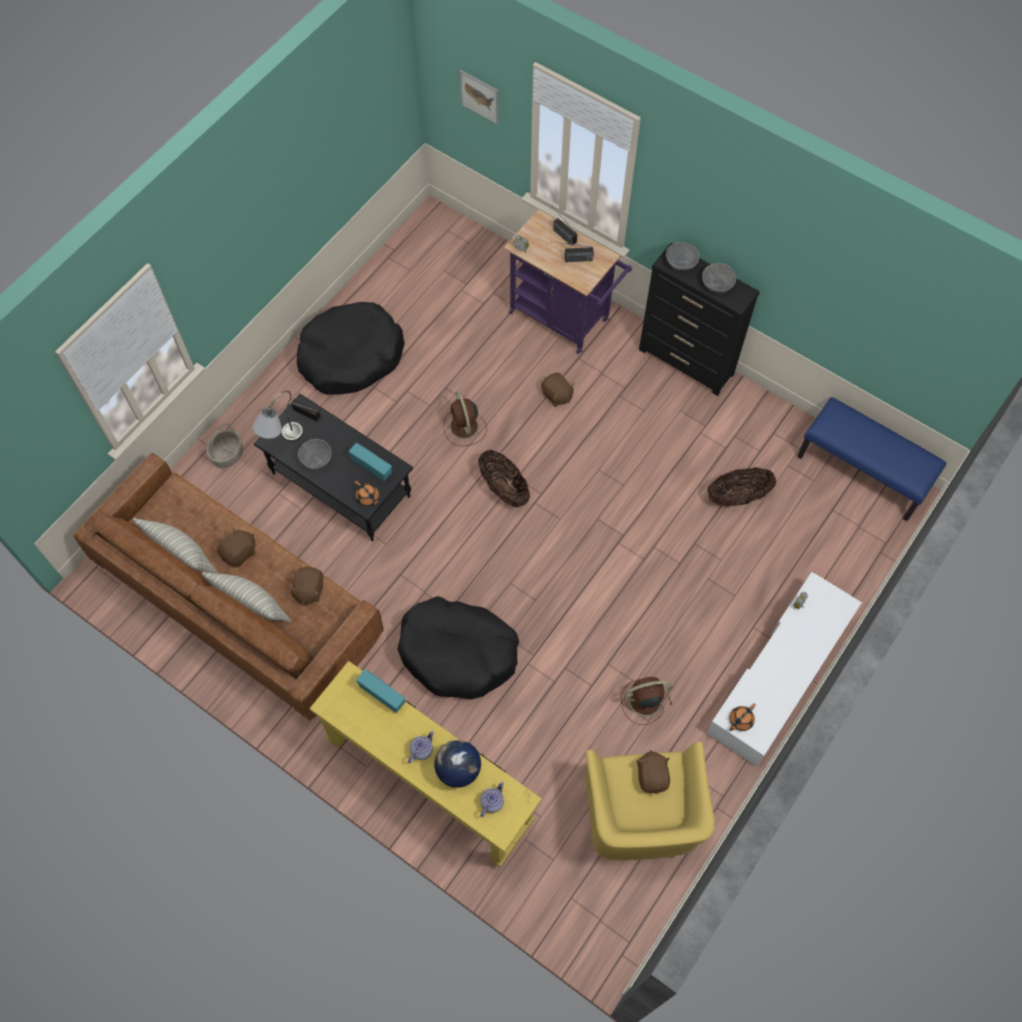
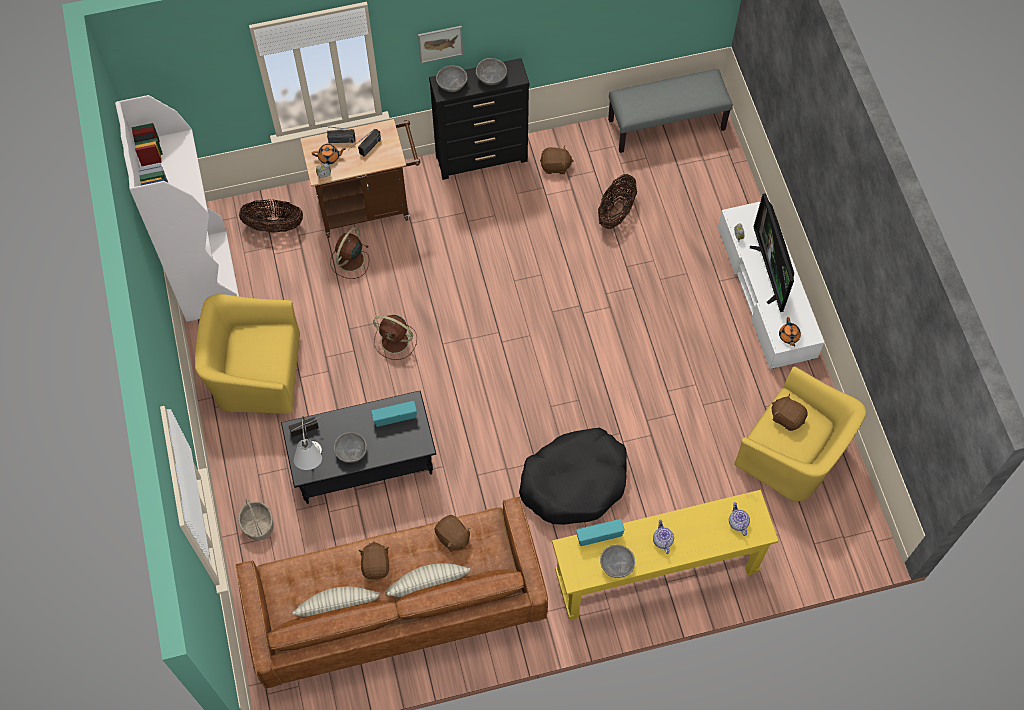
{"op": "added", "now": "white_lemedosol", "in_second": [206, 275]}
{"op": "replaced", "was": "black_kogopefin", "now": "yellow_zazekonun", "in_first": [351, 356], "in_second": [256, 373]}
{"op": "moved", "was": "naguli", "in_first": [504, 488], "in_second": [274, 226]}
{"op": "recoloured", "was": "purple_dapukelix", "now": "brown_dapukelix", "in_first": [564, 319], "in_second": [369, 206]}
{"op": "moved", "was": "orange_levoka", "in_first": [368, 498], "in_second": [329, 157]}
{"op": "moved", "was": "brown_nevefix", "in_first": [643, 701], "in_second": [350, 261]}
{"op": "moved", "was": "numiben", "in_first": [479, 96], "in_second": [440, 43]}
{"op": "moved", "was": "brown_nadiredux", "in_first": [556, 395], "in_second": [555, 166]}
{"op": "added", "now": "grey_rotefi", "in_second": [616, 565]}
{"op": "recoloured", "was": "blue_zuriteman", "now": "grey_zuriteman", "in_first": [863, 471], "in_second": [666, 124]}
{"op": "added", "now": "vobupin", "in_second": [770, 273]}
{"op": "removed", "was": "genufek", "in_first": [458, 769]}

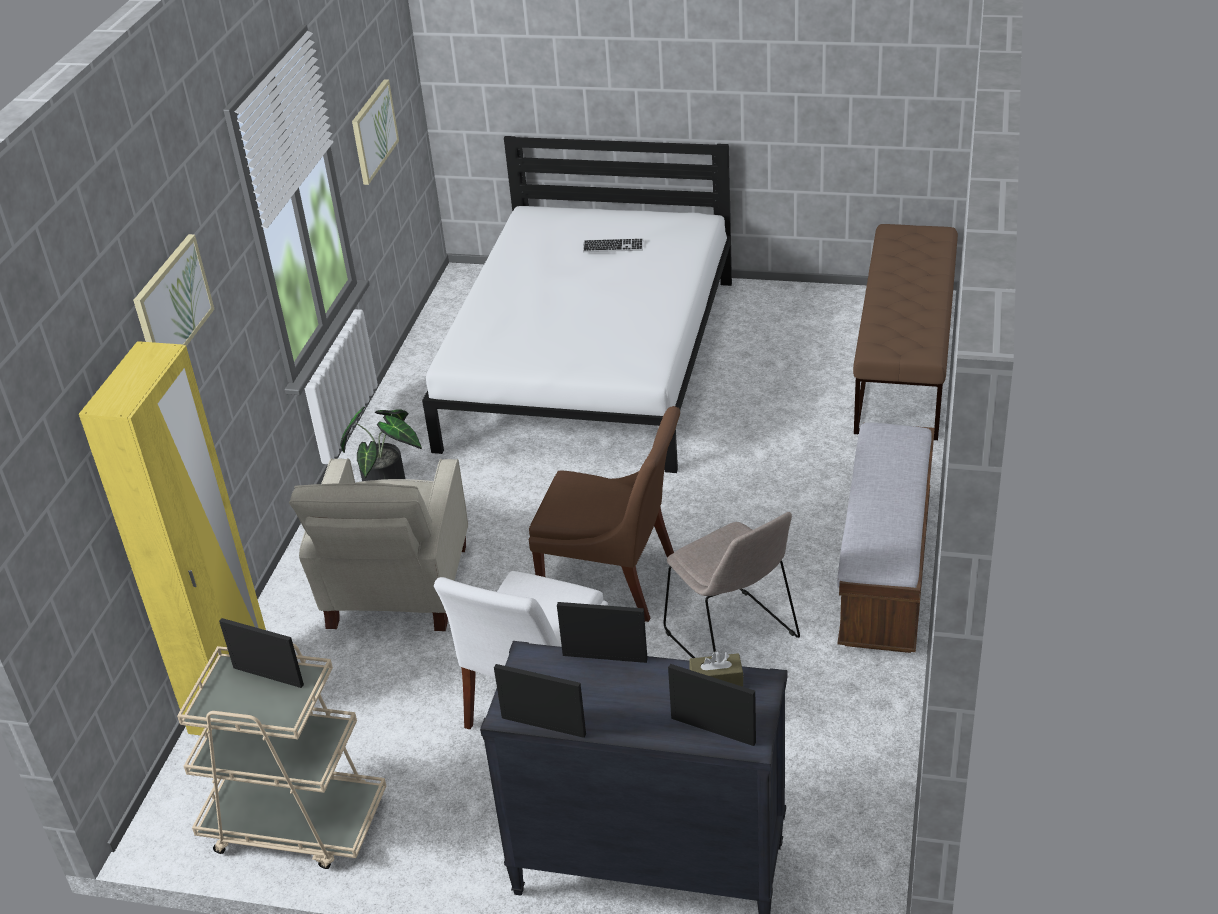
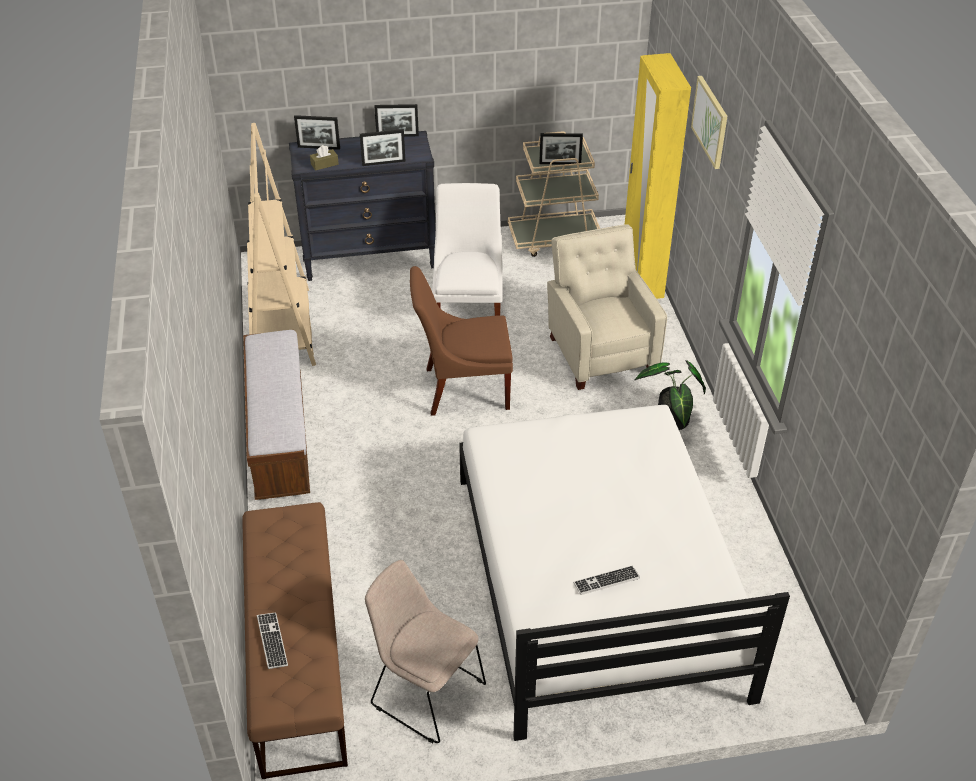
{"op": "added", "now": "beige_lemedosol", "in_second": [281, 330]}
{"op": "added", "now": "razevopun", "in_second": [272, 641]}
{"op": "moved", "was": "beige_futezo", "in_first": [733, 637], "in_second": [425, 691]}
{"op": "removed", "was": "numiben", "in_first": [373, 131]}

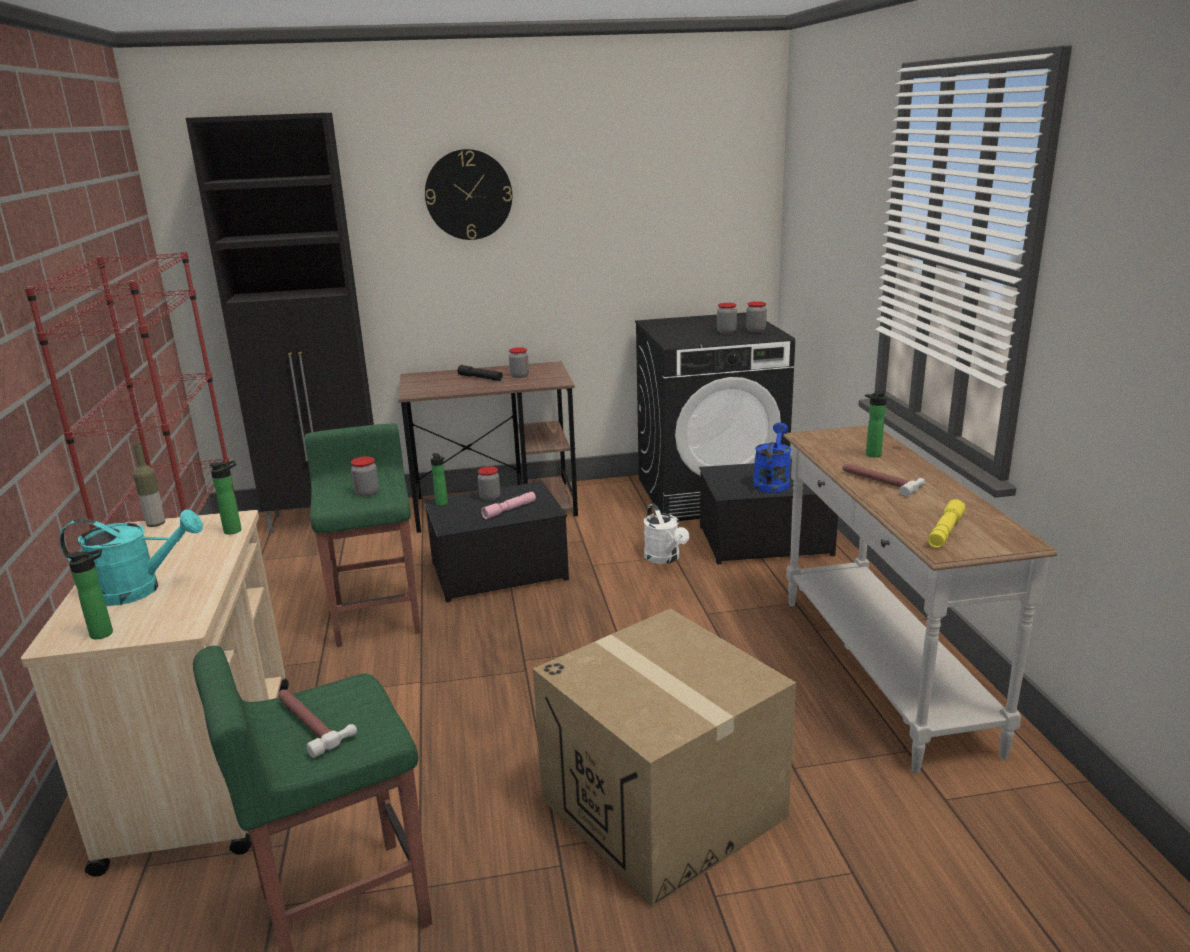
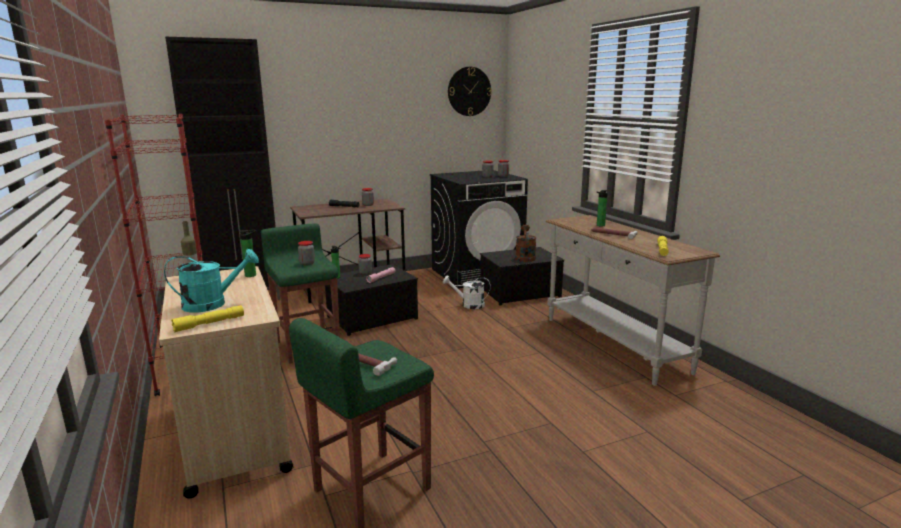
{"op": "replaced", "was": "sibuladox", "now": "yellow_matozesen", "in_first": [105, 633], "in_second": [209, 324]}
{"op": "turned", "was": "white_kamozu", "in_first": [665, 558], "in_second": [468, 305], "clockwise": 135}
{"op": "moved", "was": "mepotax", "in_first": [468, 195], "in_second": [469, 91]}
{"op": "recoloured", "was": "blue_kamozu", "now": "brown_kamozu", "in_first": [772, 482], "in_second": [524, 257]}
{"op": "removed", "was": "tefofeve", "in_first": [663, 807]}

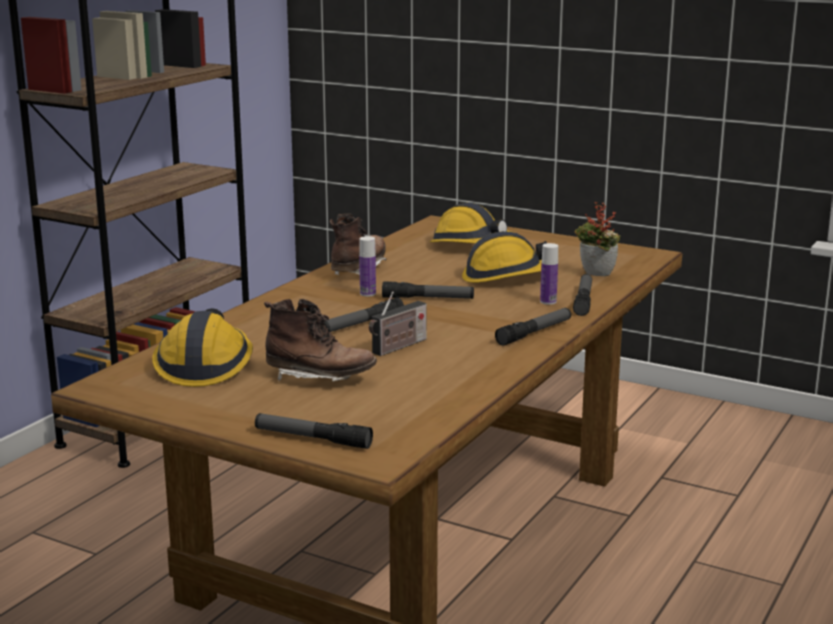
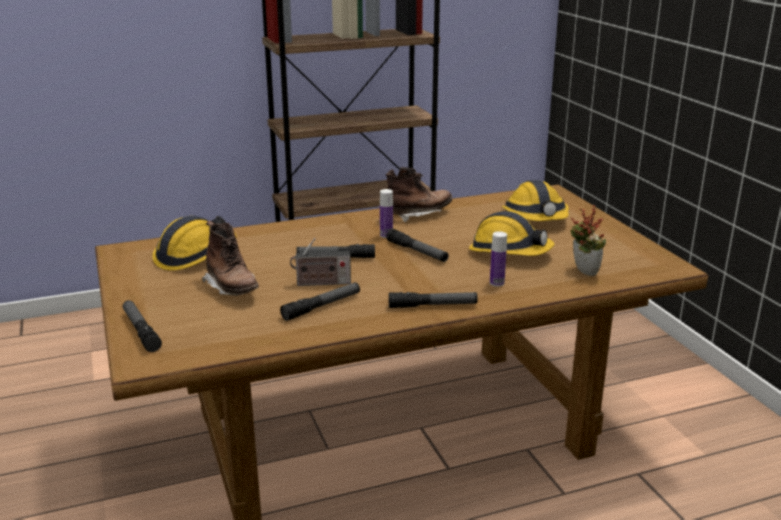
{"op": "moved", "was": "matozesen", "in_first": [583, 300], "in_second": [322, 306]}

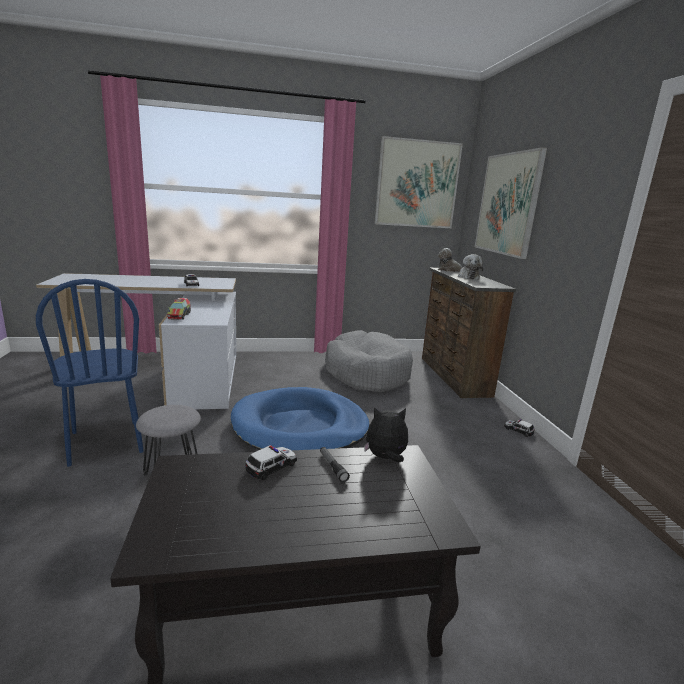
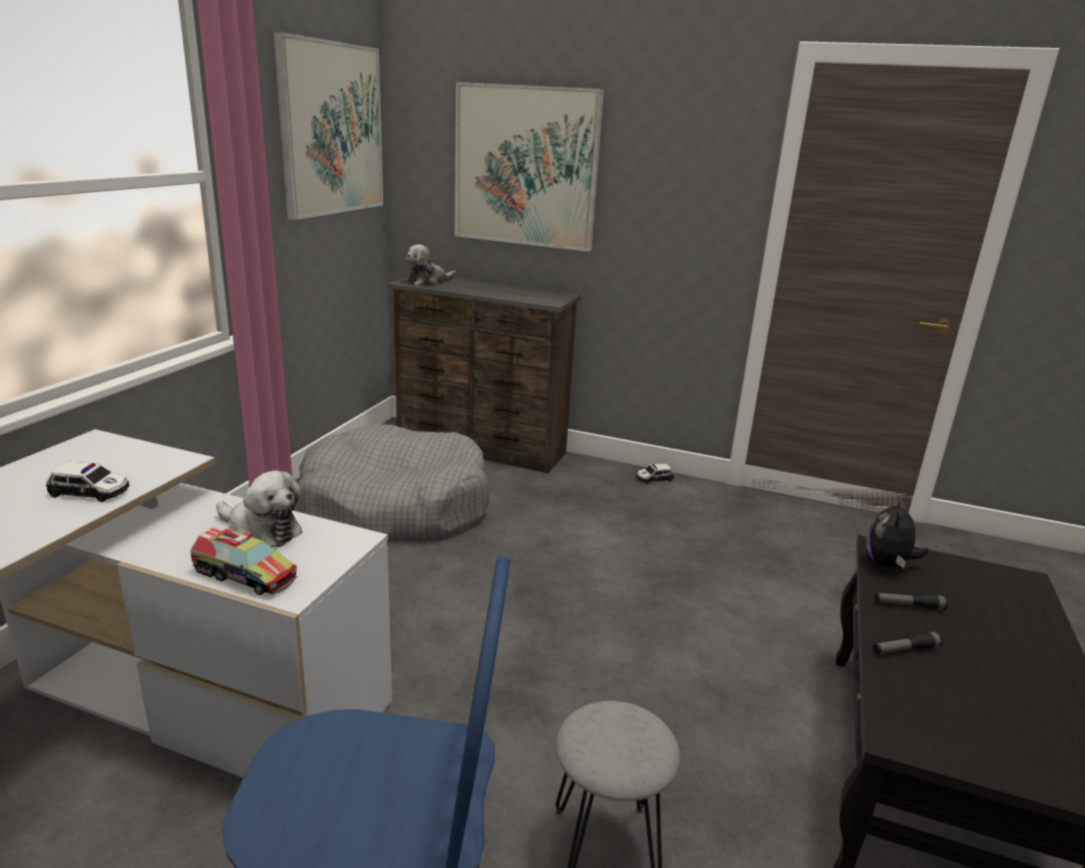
{"op": "moved", "was": "nadiredux", "in_first": [468, 277], "in_second": [261, 531]}
{"op": "replaced", "was": "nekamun", "now": "matozesen", "in_first": [272, 466], "in_second": [905, 650]}
{"op": "removed", "was": "blue_kogopefin", "in_first": [300, 426]}

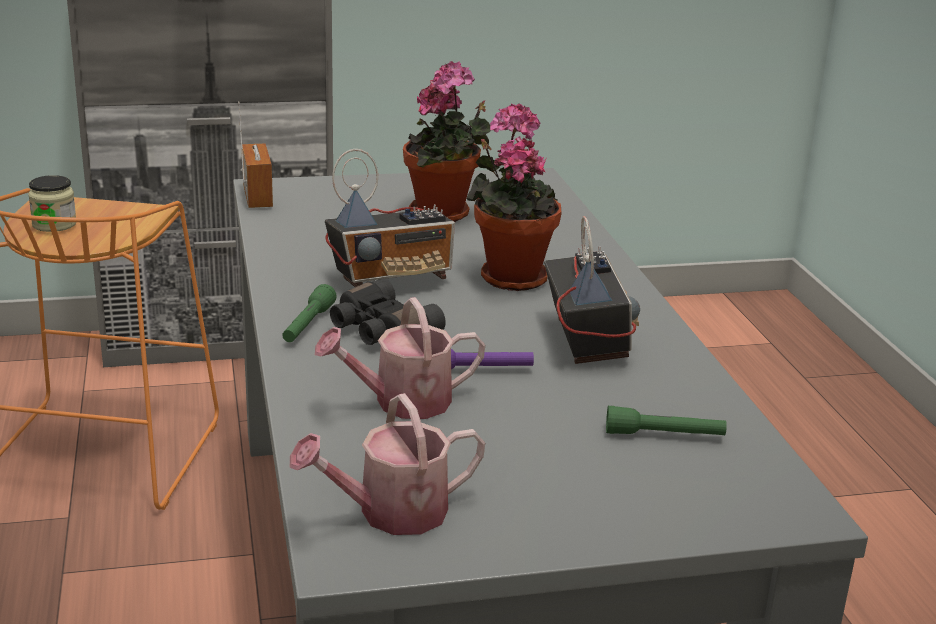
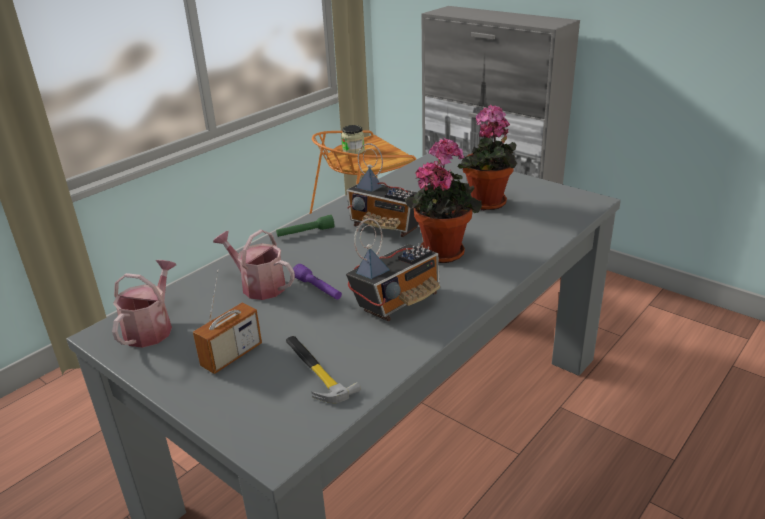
{"op": "turned", "was": "kamozu", "in_first": [391, 513], "in_second": [152, 328], "clockwise": 75}
{"op": "moved", "was": "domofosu", "in_first": [258, 197], "in_second": [232, 355]}
{"op": "replaced", "was": "green_matozesen", "now": "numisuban", "in_first": [664, 435], "in_second": [314, 370]}
{"op": "removed", "was": "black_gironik", "in_first": [380, 331]}

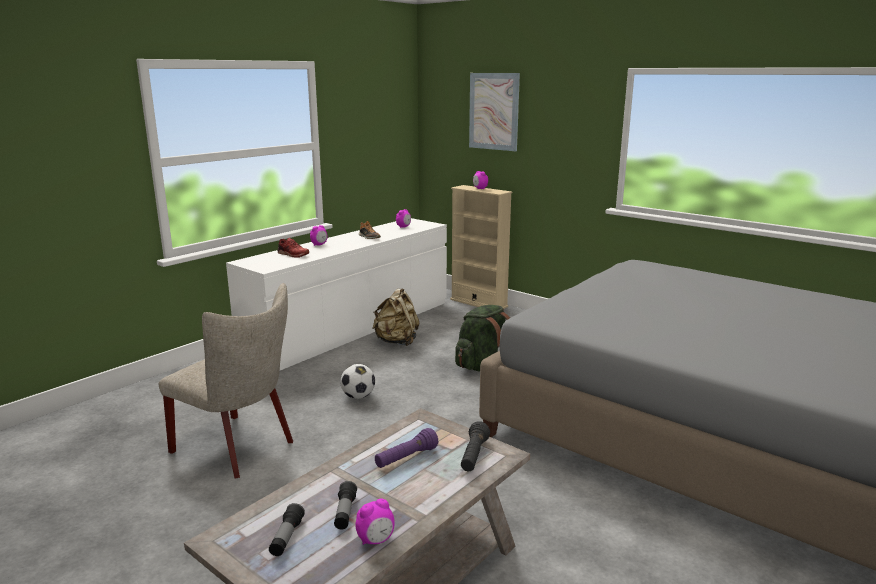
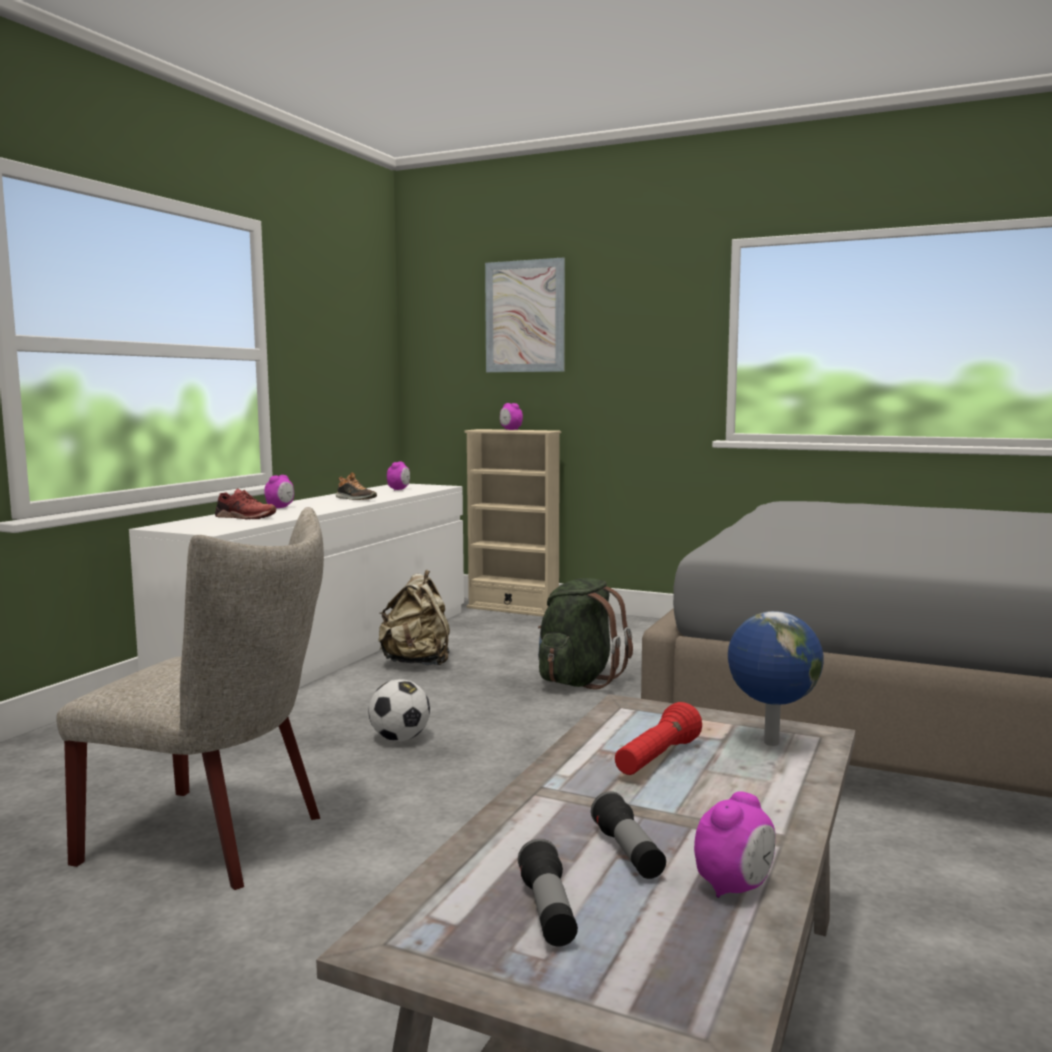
{"op": "recoloured", "was": "purple_matozesen", "now": "red_matozesen", "in_first": [406, 458], "in_second": [657, 759]}
{"op": "replaced", "was": "black_matozesen", "now": "genufek", "in_first": [474, 456], "in_second": [770, 743]}

